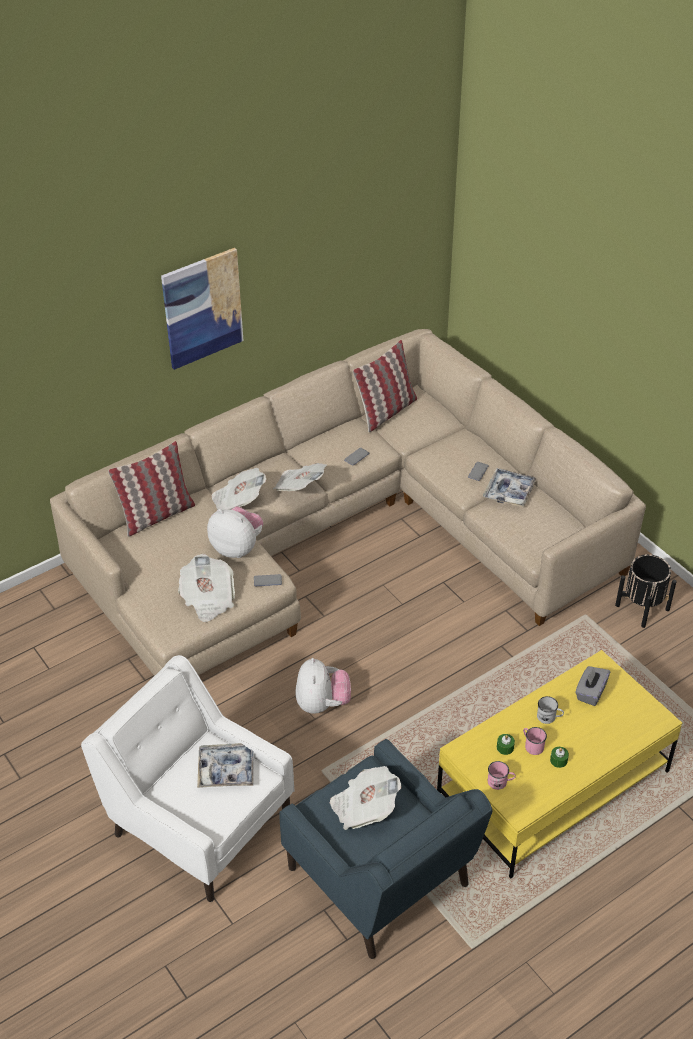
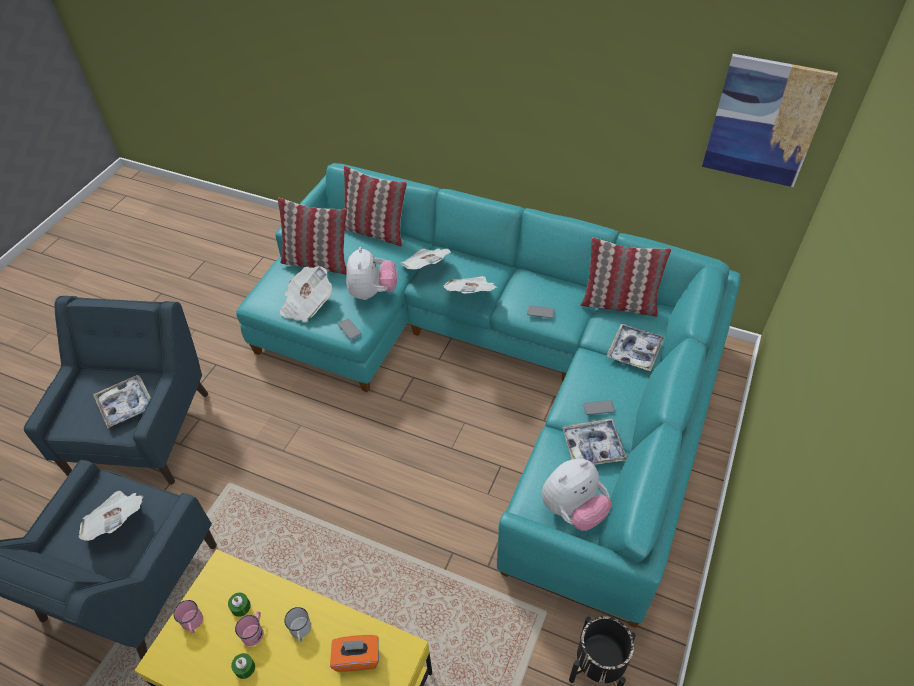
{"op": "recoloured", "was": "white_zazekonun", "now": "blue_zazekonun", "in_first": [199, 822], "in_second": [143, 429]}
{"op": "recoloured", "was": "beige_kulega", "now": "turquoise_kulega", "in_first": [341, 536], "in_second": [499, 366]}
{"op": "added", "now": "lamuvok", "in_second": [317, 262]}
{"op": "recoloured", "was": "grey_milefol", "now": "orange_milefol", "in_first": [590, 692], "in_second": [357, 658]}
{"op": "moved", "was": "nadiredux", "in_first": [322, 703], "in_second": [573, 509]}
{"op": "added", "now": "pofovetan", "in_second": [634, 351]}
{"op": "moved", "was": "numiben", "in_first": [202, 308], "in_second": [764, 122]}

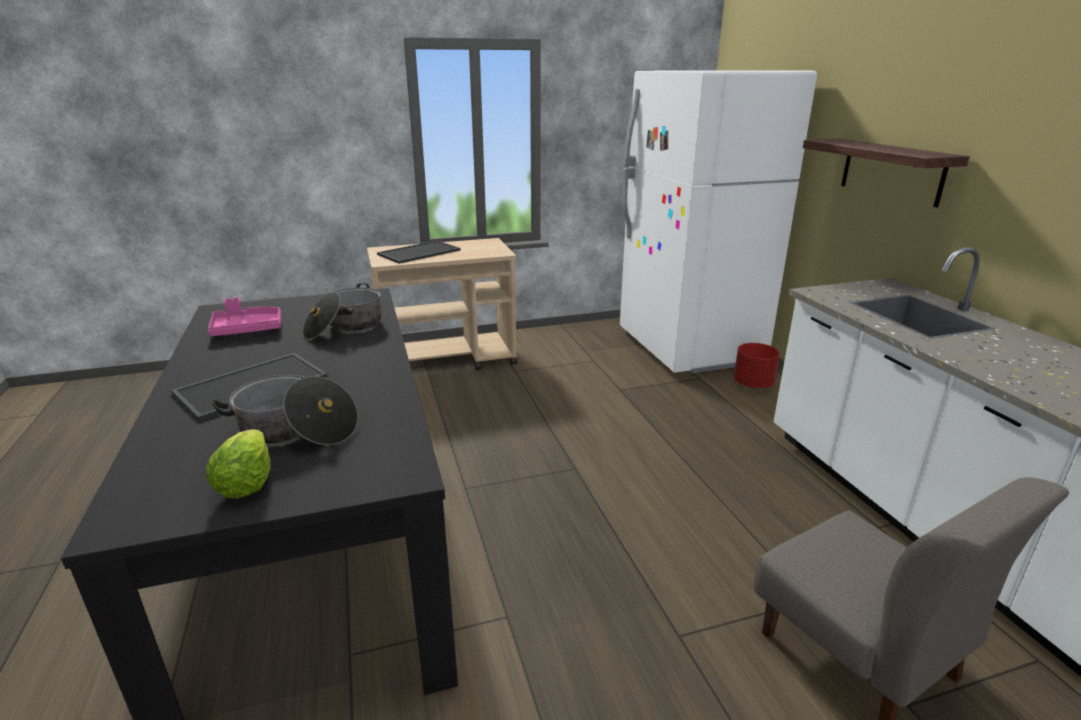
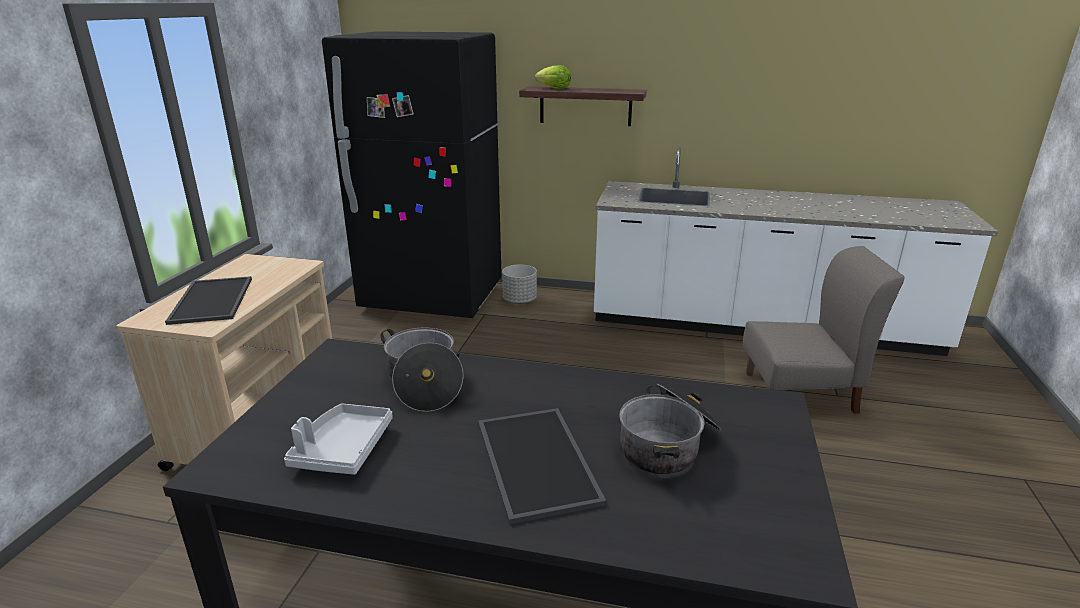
{"op": "recoloured", "was": "pink_pofovetan", "now": "grey_pofovetan", "in_first": [247, 329], "in_second": [342, 449]}
{"op": "recoloured", "was": "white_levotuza", "now": "black_levotuza", "in_first": [689, 347], "in_second": [432, 298]}
{"op": "recoloured", "was": "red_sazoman", "now": "grey_sazoman", "in_first": [752, 384], "in_second": [519, 300]}
{"op": "moved", "was": "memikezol", "in_first": [246, 483], "in_second": [554, 89]}

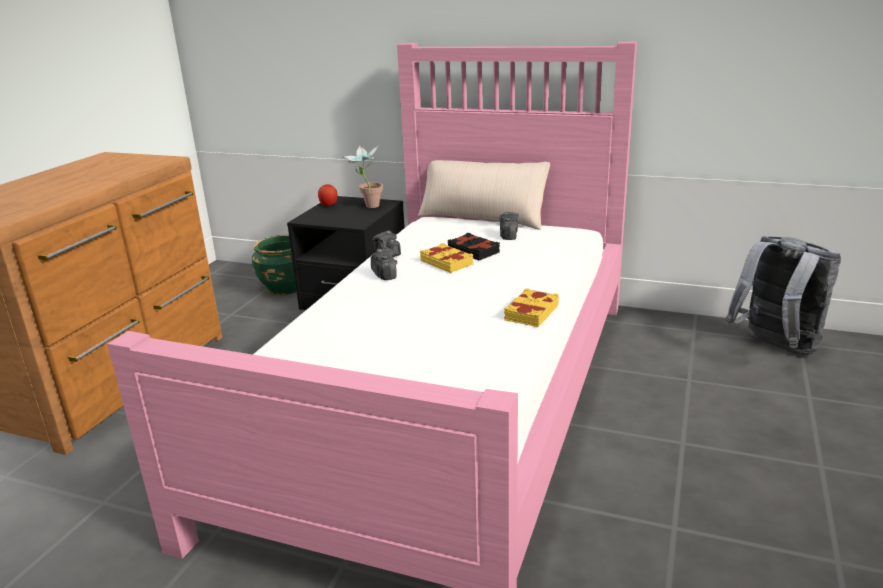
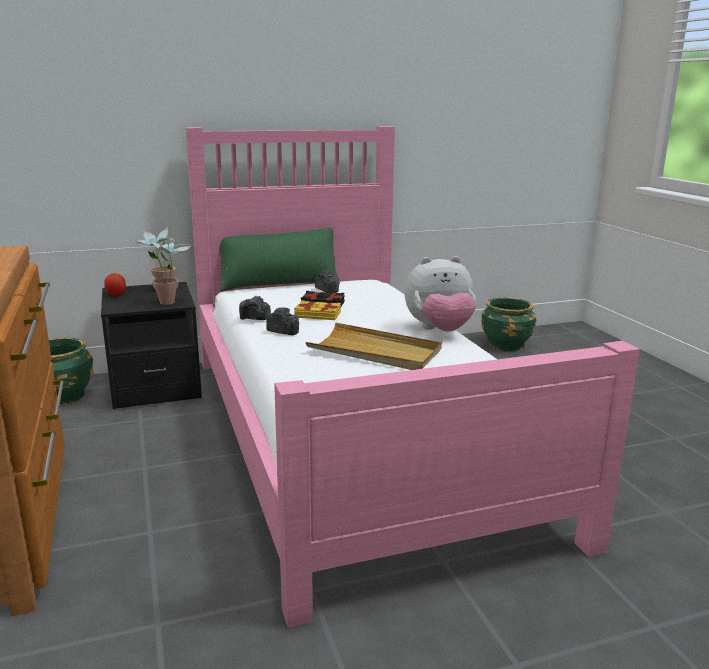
{"op": "added", "now": "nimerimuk", "in_second": [172, 302]}
{"op": "recoloured", "was": "beige_lamuvok", "now": "green_lamuvok", "in_first": [482, 218], "in_second": [278, 284]}
{"op": "added", "now": "beige_pofovetan", "in_second": [375, 352]}
{"op": "replaced", "was": "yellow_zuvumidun", "now": "nadiredux", "in_first": [530, 312], "in_second": [439, 330]}
{"op": "replaced", "was": "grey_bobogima", "now": "green_sazoman", "in_first": [775, 348], "in_second": [505, 345]}

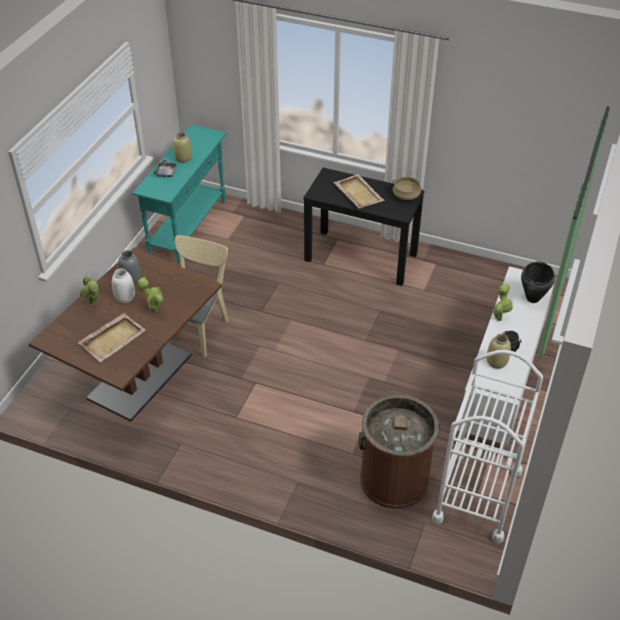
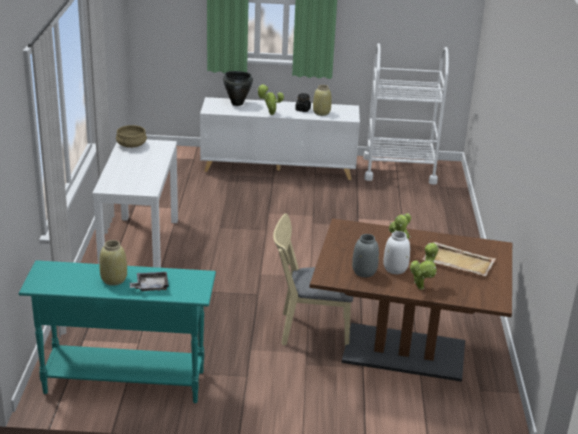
{"op": "recoloured", "was": "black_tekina", "now": "white_tekina", "in_first": [361, 257], "in_second": [140, 246]}
{"op": "removed", "was": "beige_pofovetan", "in_first": [358, 193]}
{"op": "removed", "was": "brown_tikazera", "in_first": [394, 479]}

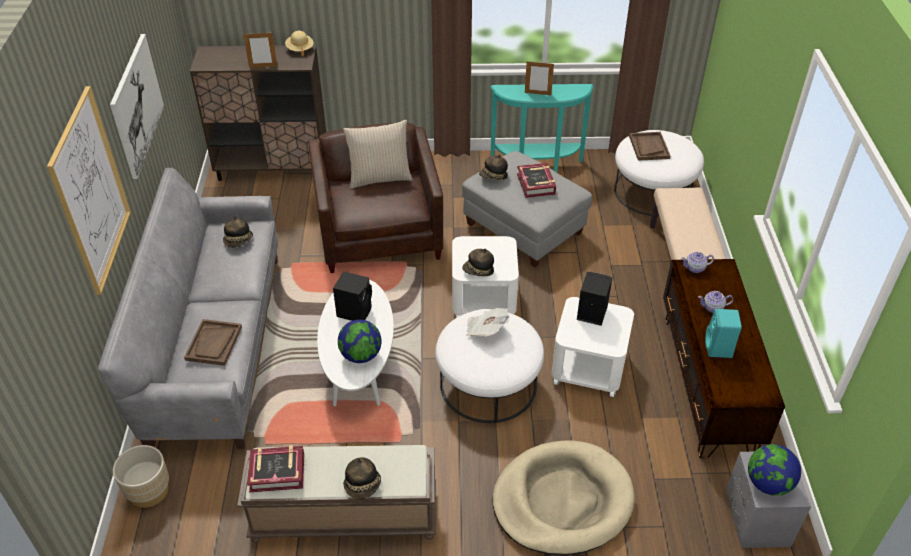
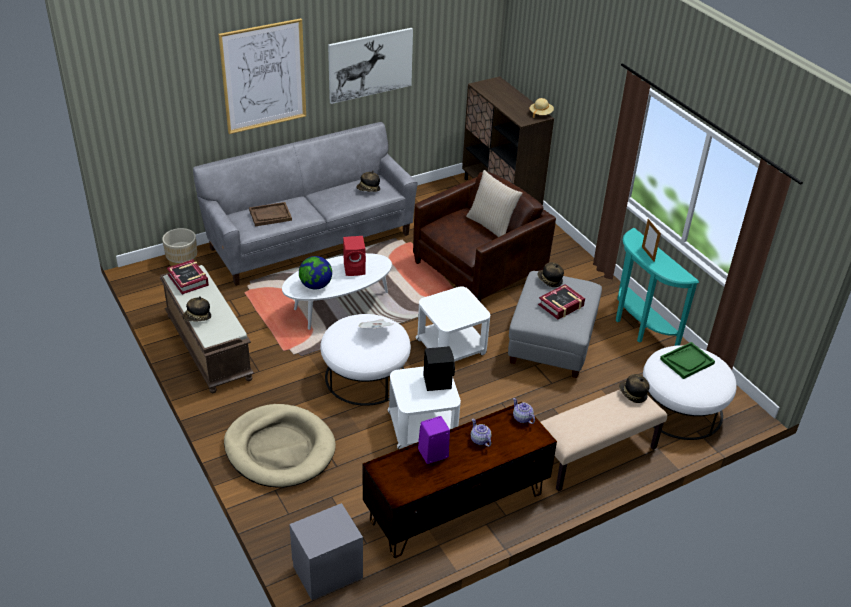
{"op": "recoloured", "was": "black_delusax", "now": "red_delusax", "in_first": [355, 311], "in_second": [355, 269]}
{"op": "recoloured", "was": "turquoise_delusax", "now": "purple_delusax", "in_first": [719, 349], "in_second": [432, 454]}
{"op": "moved", "was": "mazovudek", "in_first": [478, 271], "in_second": [632, 394]}
{"op": "recoloured", "was": "brown_pofovetan", "now": "green_pofovetan", "in_first": [649, 147], "in_second": [687, 361]}
{"op": "removed", "was": "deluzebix", "in_first": [263, 66]}
{"op": "removed", "was": "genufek", "in_first": [768, 483]}

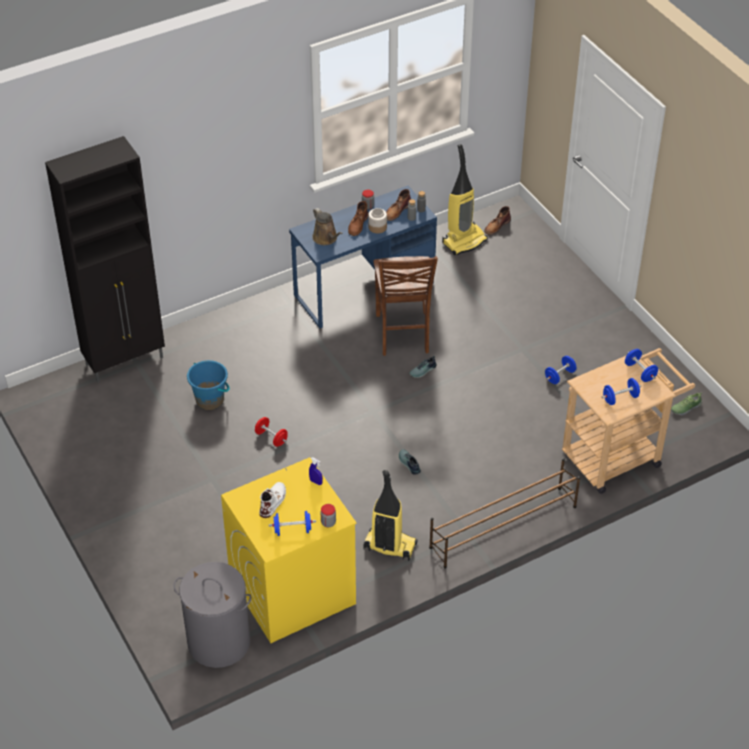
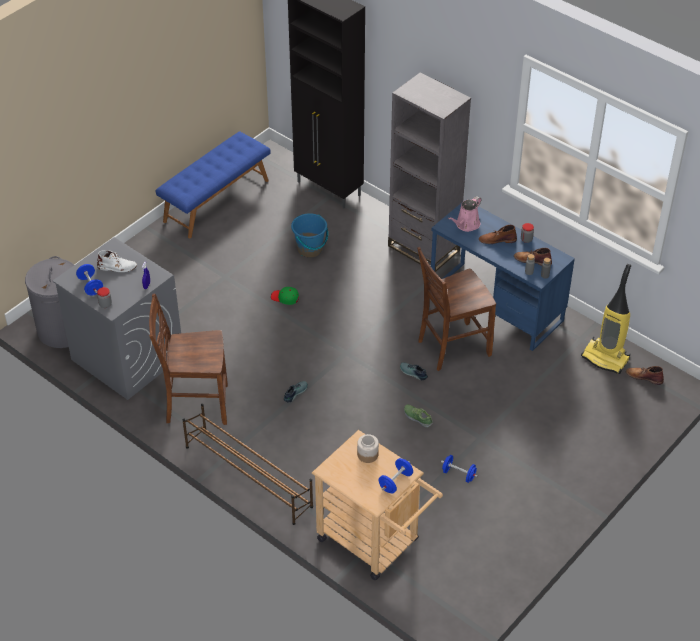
{"op": "recoloured", "was": "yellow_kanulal", "now": "grey_kanulal", "in_first": [292, 591], "in_second": [126, 357]}
{"op": "replaced", "was": "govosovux", "now": "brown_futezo", "in_first": [389, 547], "in_second": [195, 404]}
{"op": "added", "now": "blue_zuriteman", "in_second": [216, 200]}
{"op": "replaced", "was": "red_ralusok", "now": "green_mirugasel", "in_first": [271, 438], "in_second": [285, 298]}
{"op": "moved", "was": "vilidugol", "in_first": [377, 227], "in_second": [367, 454]}
{"op": "added", "now": "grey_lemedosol", "in_second": [423, 248]}
{"op": "moved", "was": "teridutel", "in_first": [685, 408], "in_second": [417, 417]}
{"op": "recoloured", "was": "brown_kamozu", "now": "pink_kamozu", "in_first": [326, 238], "in_second": [466, 225]}
{"op": "removed", "was": "blue_ralusok", "in_first": [620, 398]}

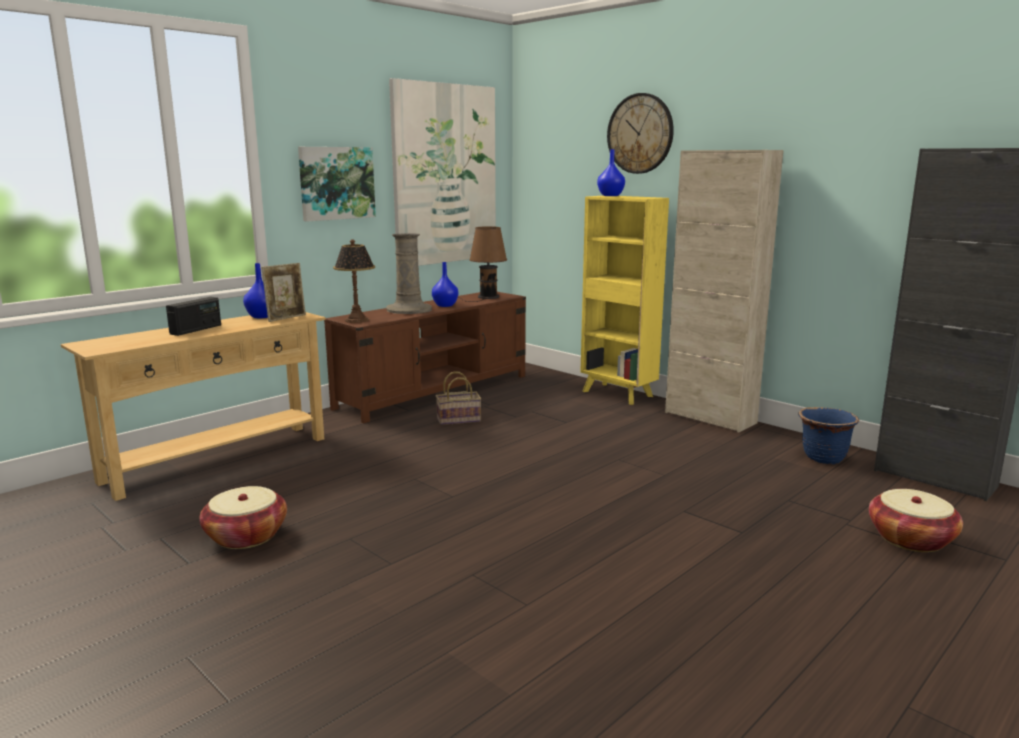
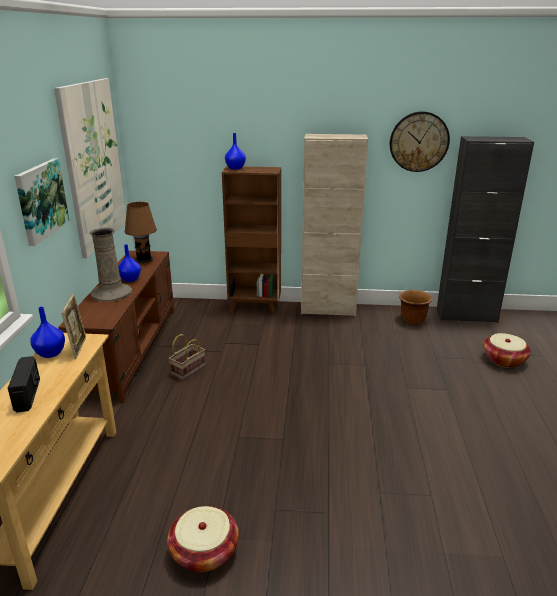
{"op": "recoloured", "was": "yellow_lemedosol", "now": "brown_lemedosol", "in_first": [618, 394], "in_second": [255, 307]}
{"op": "moved", "was": "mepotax", "in_first": [640, 133], "in_second": [419, 142]}
{"op": "recoloured", "was": "blue_sazoman", "now": "brown_sazoman", "in_first": [823, 458], "in_second": [413, 320]}
{"op": "removed", "was": "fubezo", "in_first": [357, 320]}

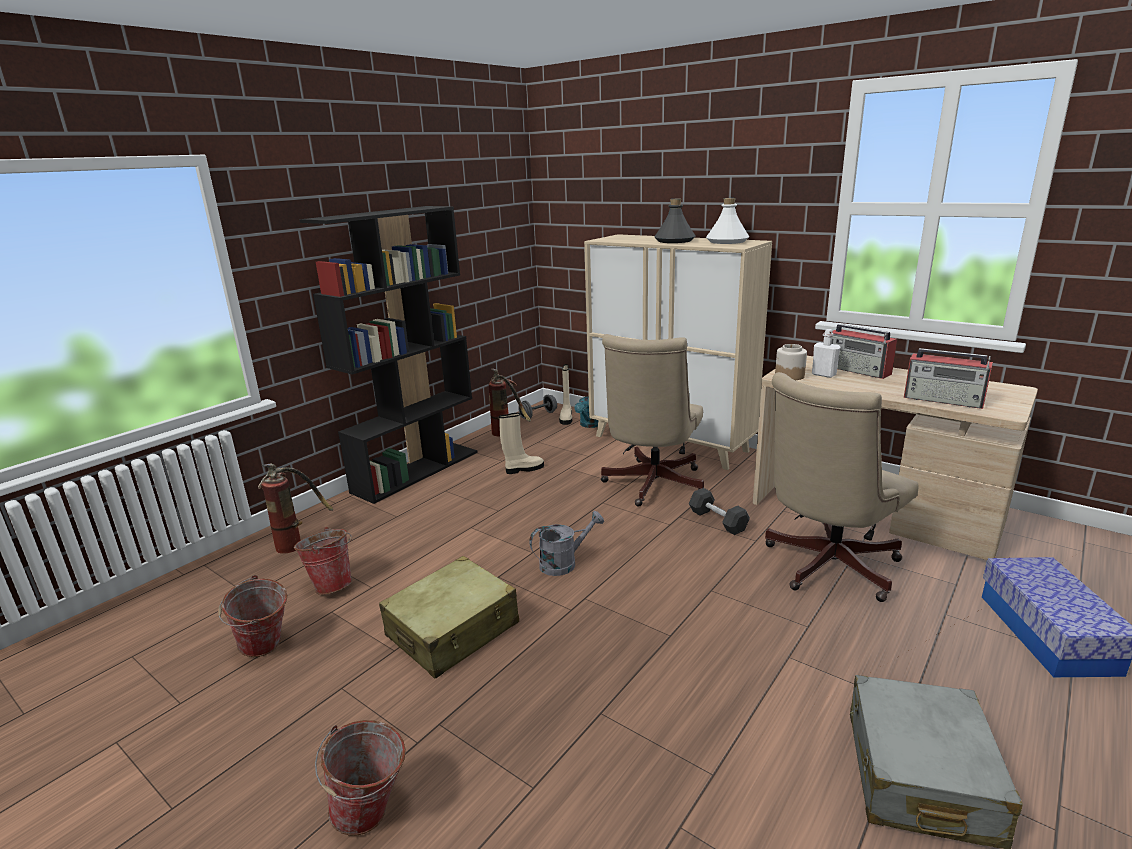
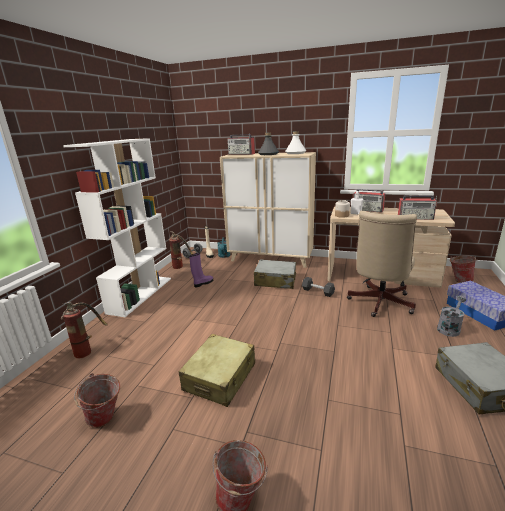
{"op": "recoloured", "was": "black_lemedosol", "now": "white_lemedosol", "in_first": [417, 471], "in_second": [140, 294]}
{"op": "recoloured", "was": "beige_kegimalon", "now": "purple_kegimalon", "in_first": [523, 469], "in_second": [203, 283]}
{"op": "added", "now": "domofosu", "in_second": [241, 154]}
{"op": "replaced", "was": "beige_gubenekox", "now": "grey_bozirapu", "in_first": [651, 486], "in_second": [275, 281]}
{"op": "moved", "was": "grey_kamozu", "in_first": [564, 563], "in_second": [449, 328]}
{"op": "moved", "was": "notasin", "in_first": [332, 584], "in_second": [459, 280]}

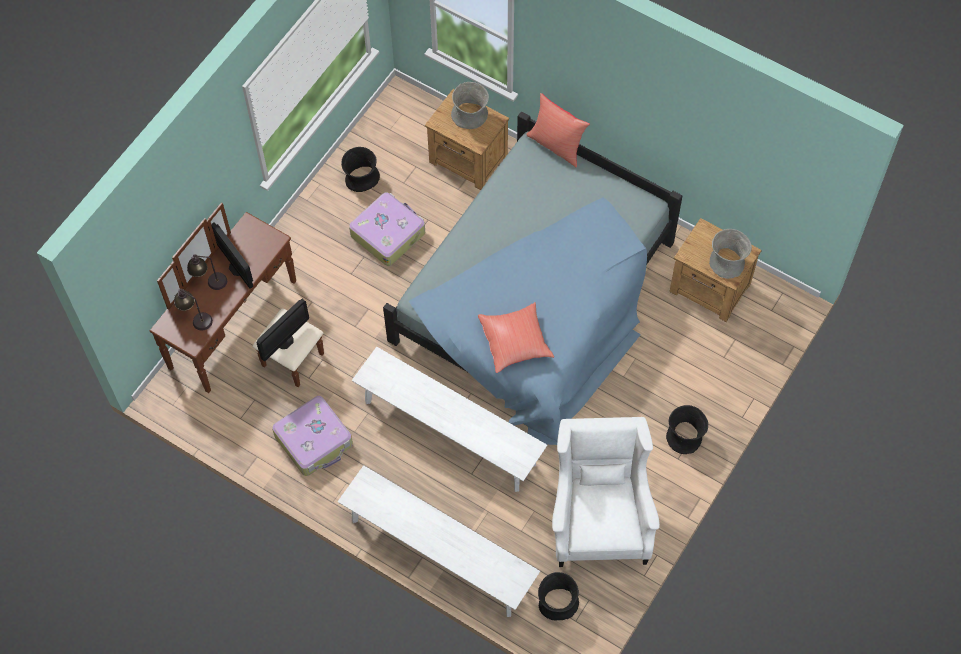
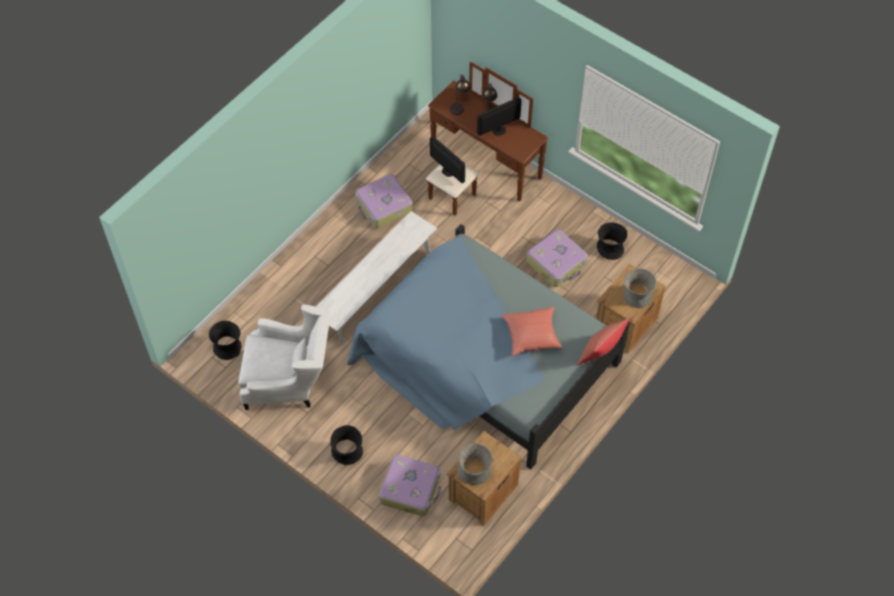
{"op": "added", "now": "bozirapu", "in_second": [411, 489]}
{"op": "moved", "was": "red_lamuvok", "in_first": [515, 342], "in_second": [531, 336]}
{"op": "removed", "was": "white_zuriteman", "in_first": [439, 554]}

